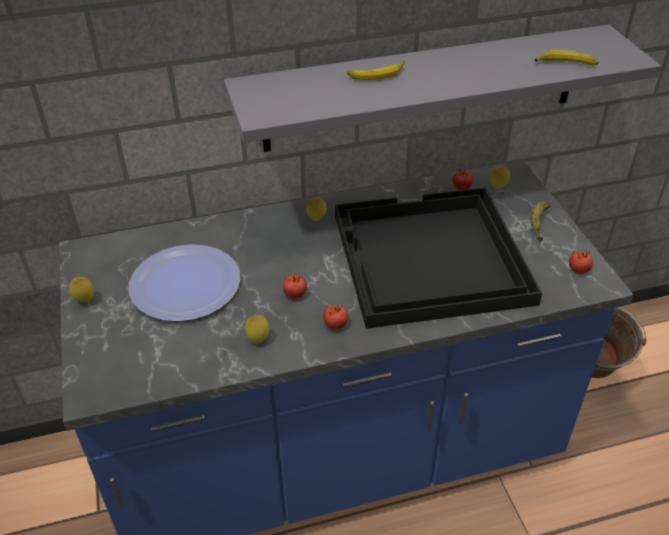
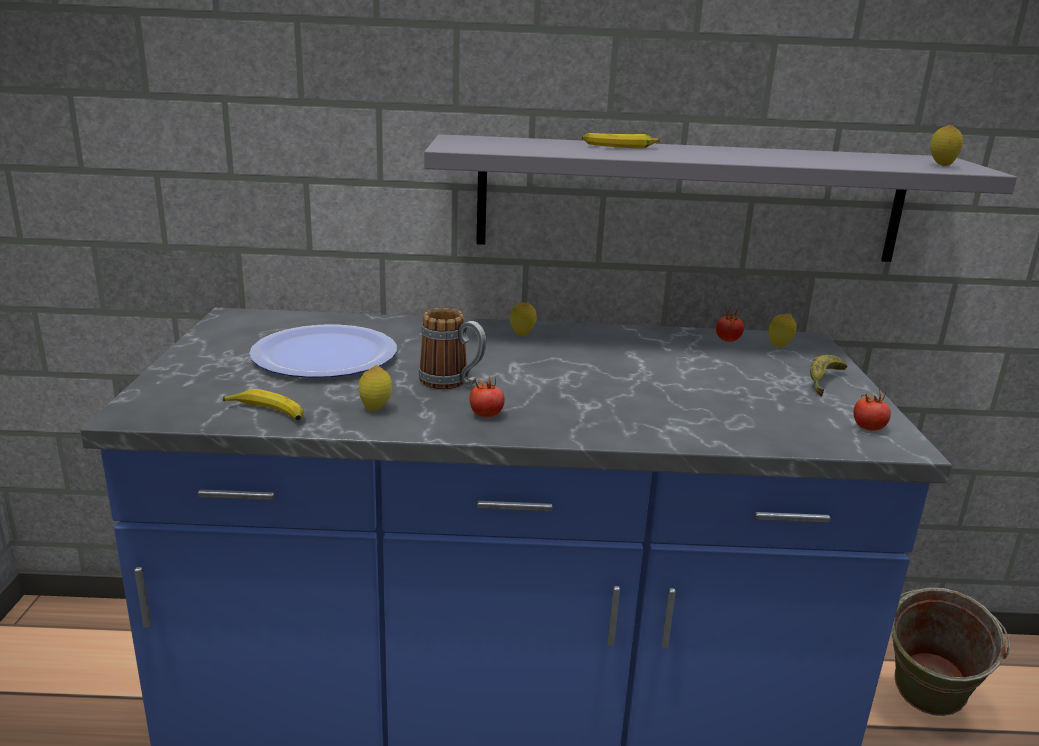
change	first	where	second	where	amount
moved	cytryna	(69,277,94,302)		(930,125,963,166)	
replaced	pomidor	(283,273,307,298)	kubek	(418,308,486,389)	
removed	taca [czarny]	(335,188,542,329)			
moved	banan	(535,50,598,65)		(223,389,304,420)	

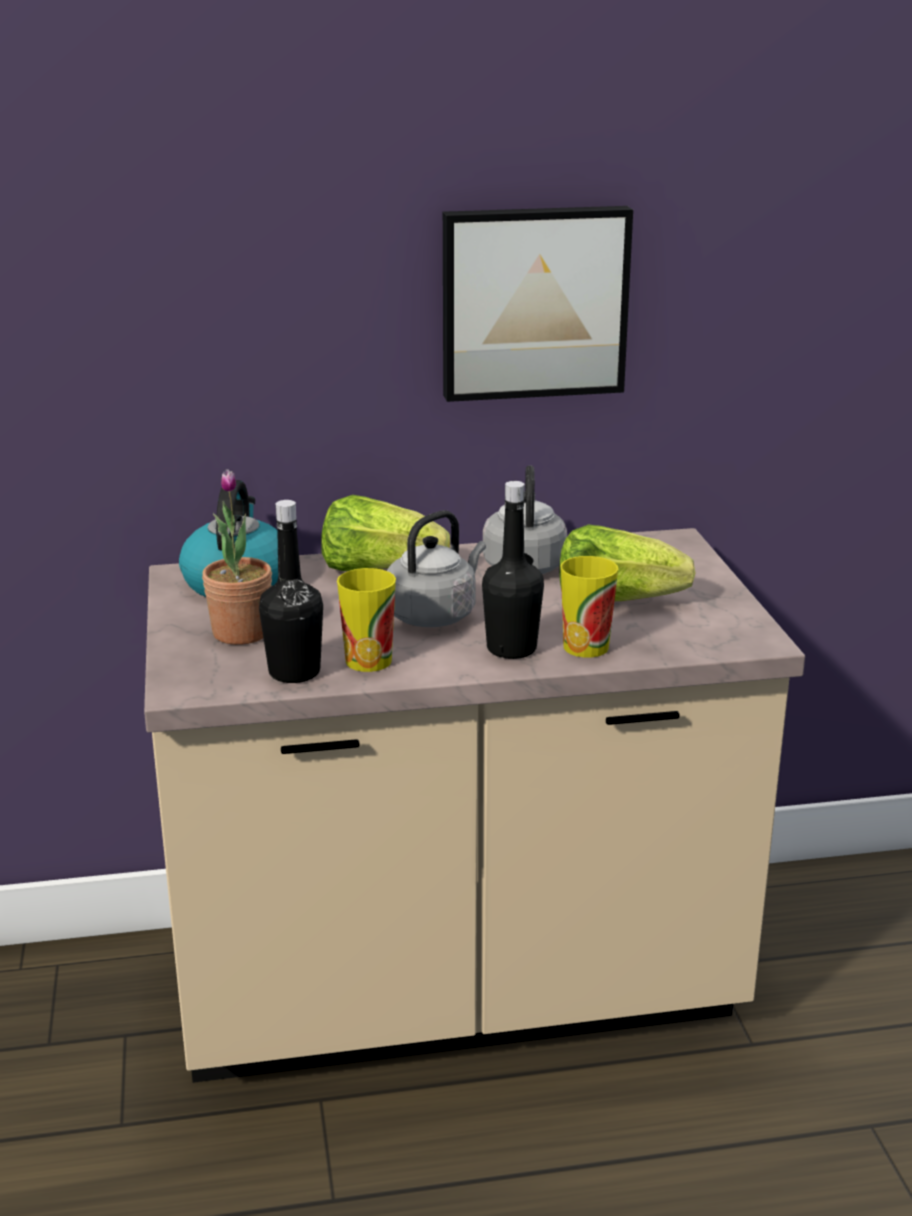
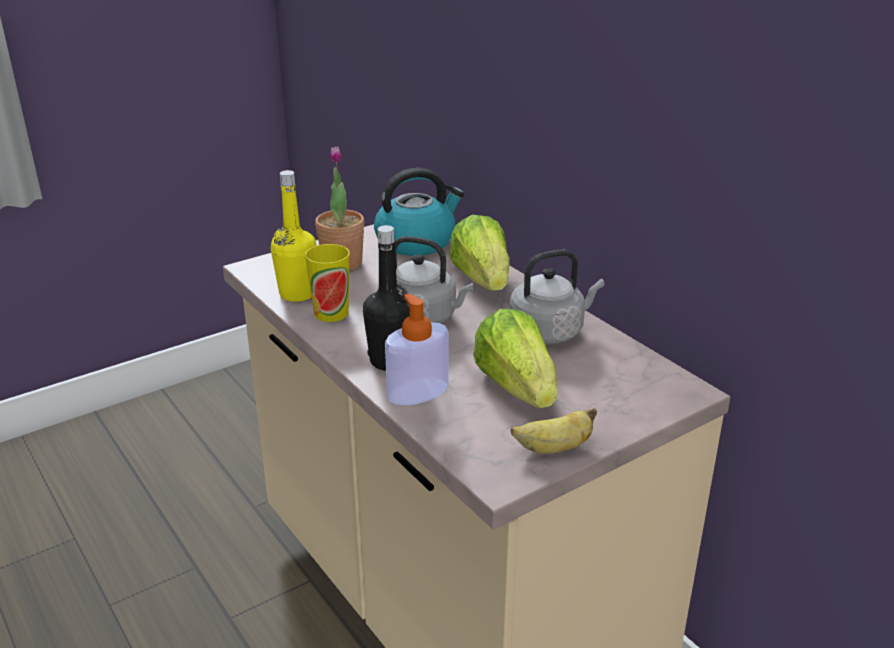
change	first	where	second	where	amount
recoloured	butelka [czarny]	(259,500,323,683)	butelka [żółty]	(271,170,317,302)	
removed	obraz	(443,206,633,402)			
replaced	filiżanka	(560,556,618,658)	dozownik mydła	(385,293,448,405)	
added			banan	(511,408,597,454)	

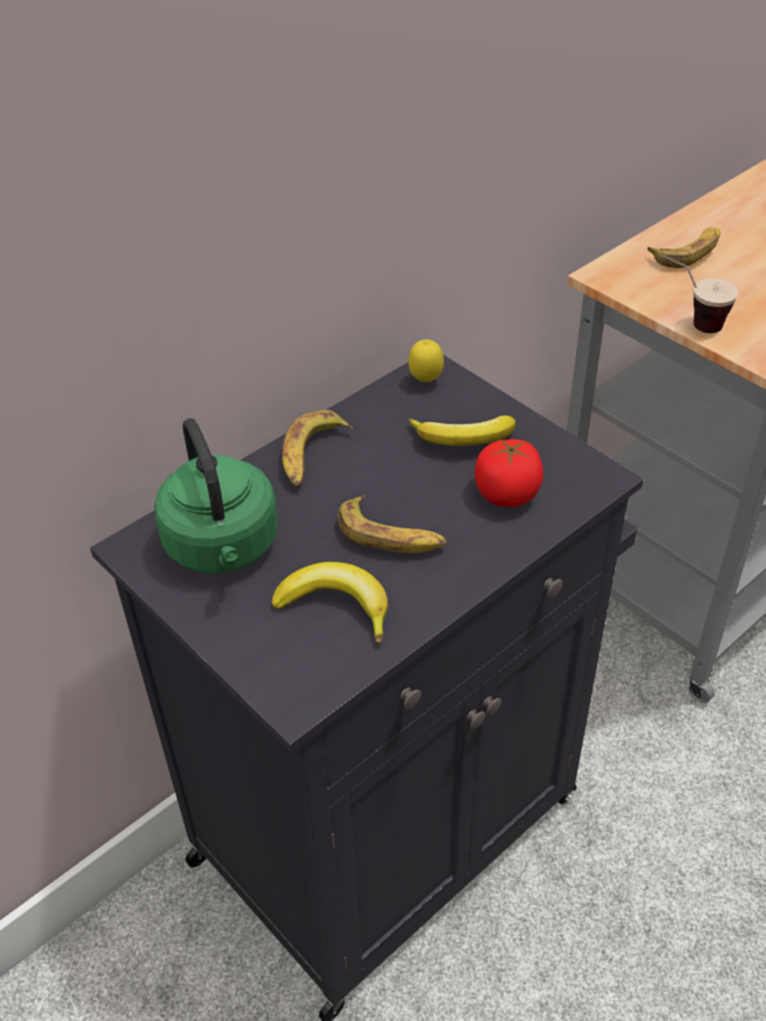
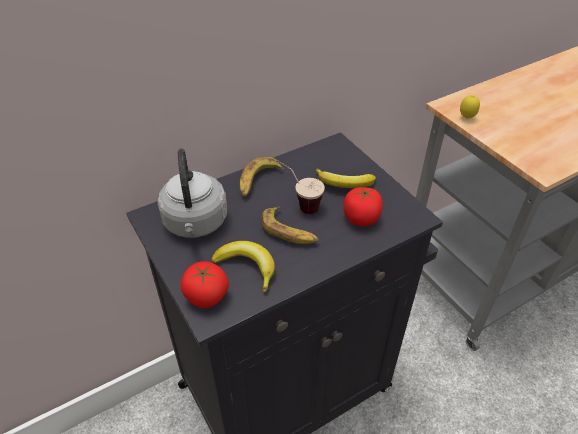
change	first	where	second	where	amount
recoloured	czajnik [zielony]	(154,418,278,574)	czajnik [szary]	(157,149,227,238)	
moved	cytryna	(408,339,444,382)		(460,95,480,119)	
removed	banan	(648,227,720,268)			
moved	filiżanka	(661,255,738,333)		(276,160,325,214)	
added			pomidor	(180,261,229,308)	

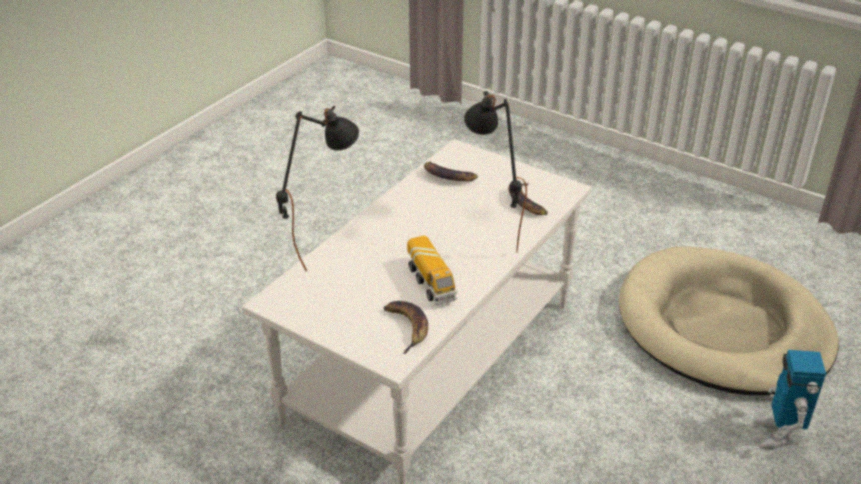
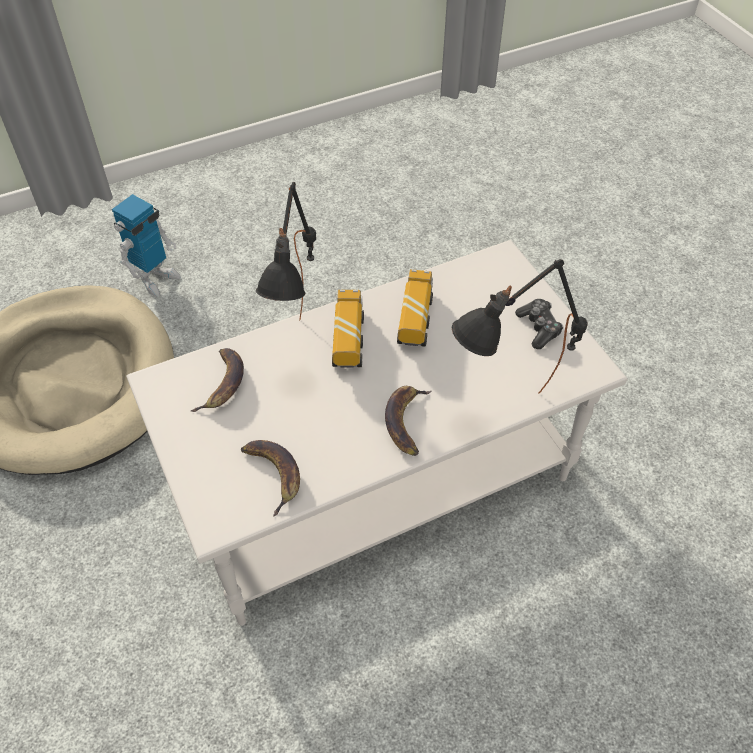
change	first	where	second	where	amount
moved	banan	(384,301,428,354)		(385,386,431,456)	
added			ciężarówka zabawkowa	(332,290,364,368)	
added			pad do gier	(515,299,564,349)	

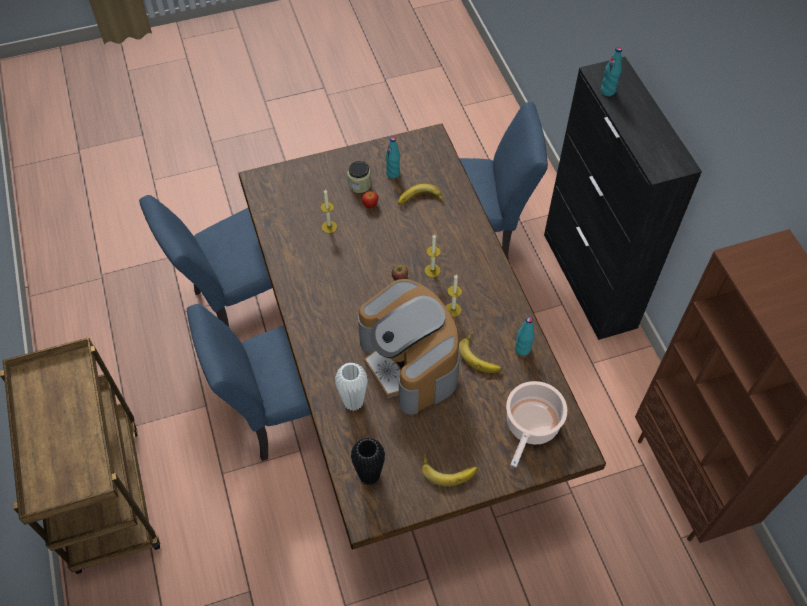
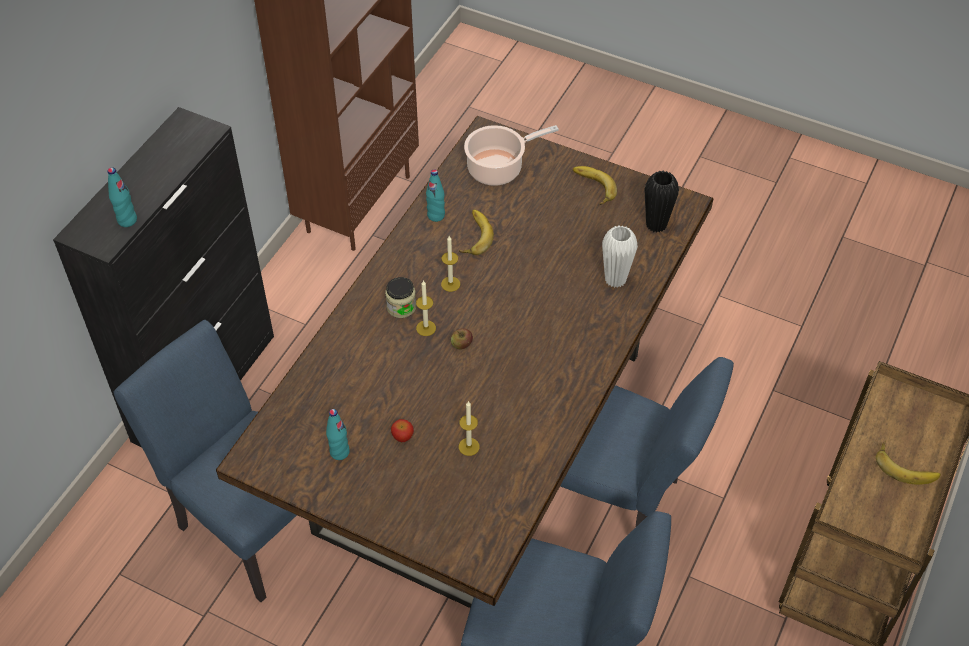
change	first	where	second	where	amount
moved	słoik	(347,161,371,193)		(385,277,416,318)	
removed	ekspres do kawy	(358,279,460,414)			
moved	banan	(398,184,443,205)		(876,441,941,485)	

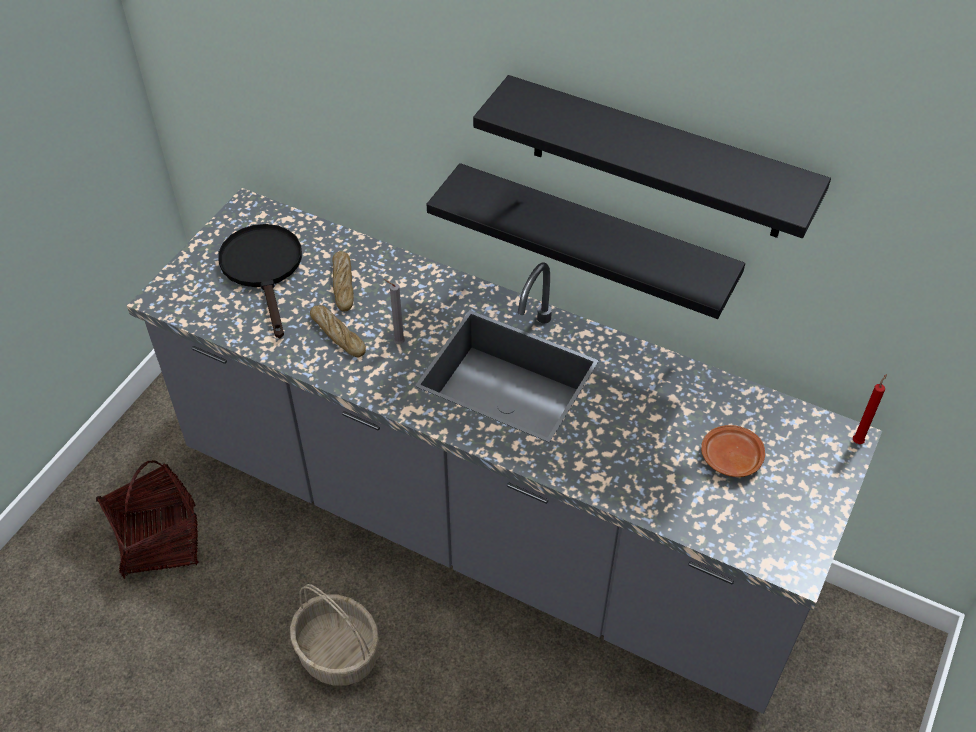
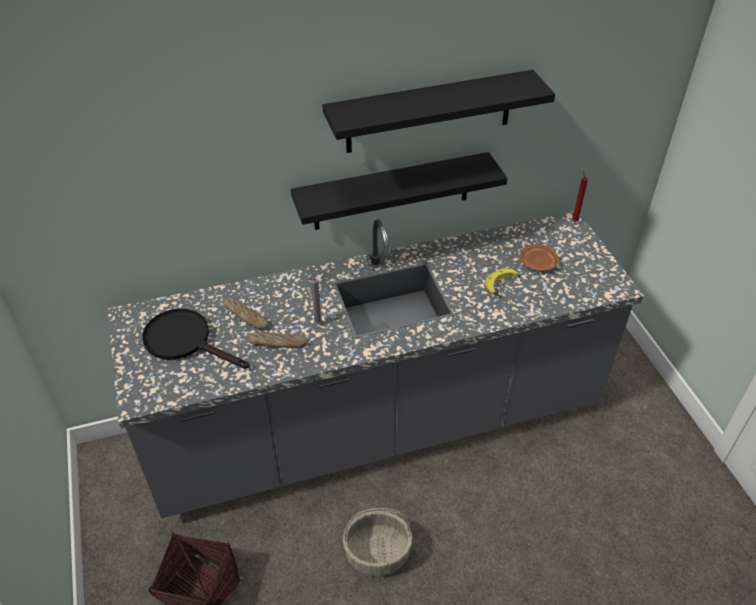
change	first	where	second	where	amount
added			banan	(485,268,520,297)	

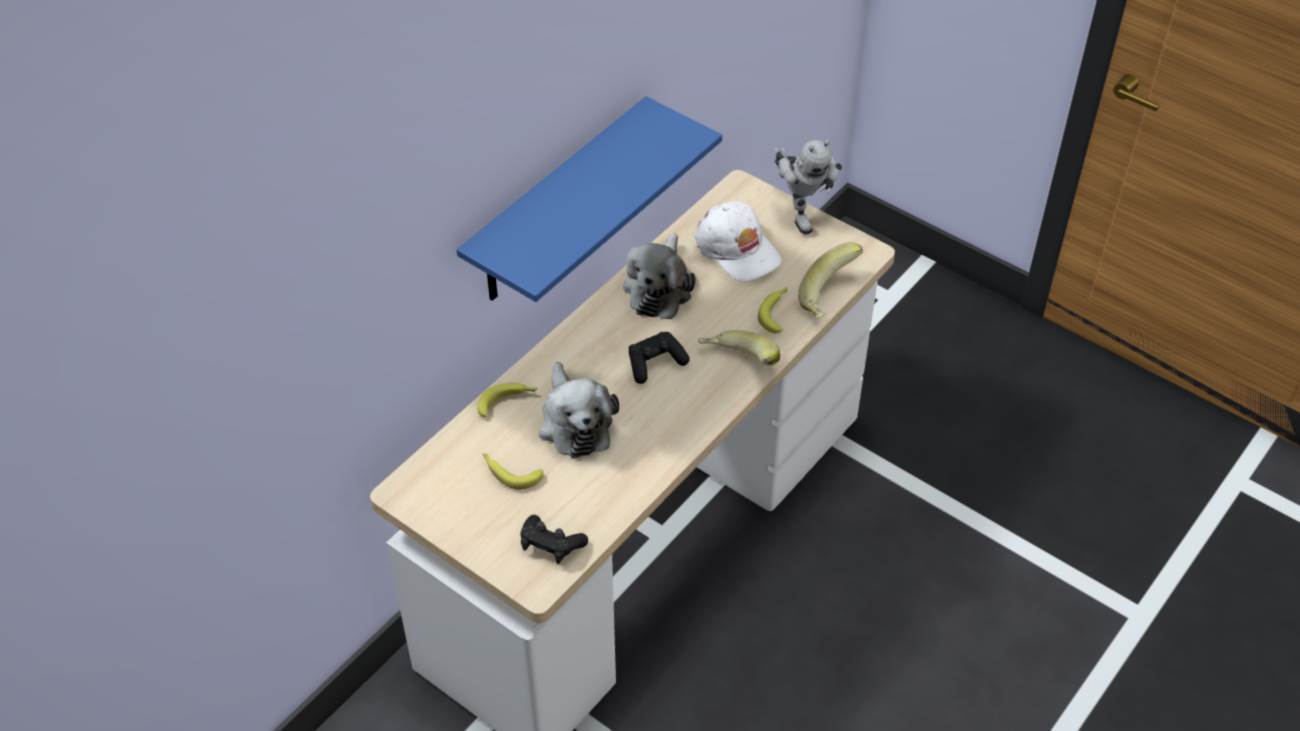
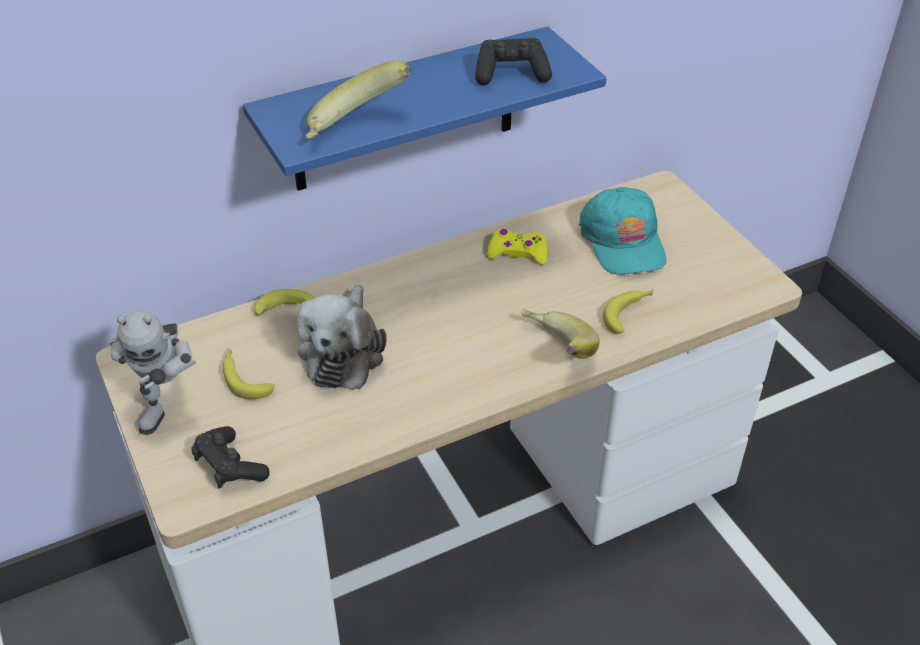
change	first	where	second	where	amount
replaced	pluszak	(623,233,696,319)	pad do gier [żółty]	(487,229,547,265)	
moved	pad do gier [czarny]	(629,332,690,384)		(475,37,552,85)	
recoloured	czapka z daszkiem [biały]	(695,201,781,282)	czapka z daszkiem [turkusowy]	(579,187,666,275)	
moved	robot zabawkowy	(775,139,842,234)		(109,308,196,435)	
moved	banan	(798,242,863,319)		(305,60,411,139)	

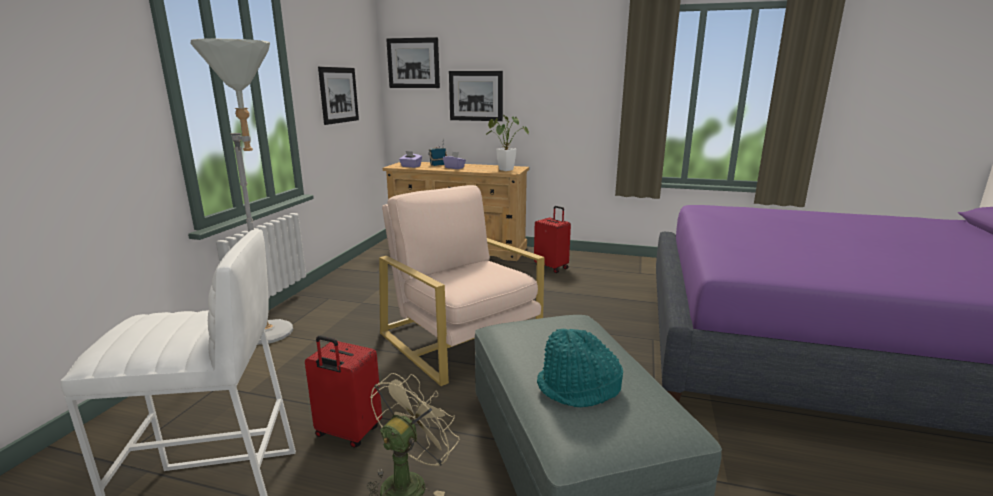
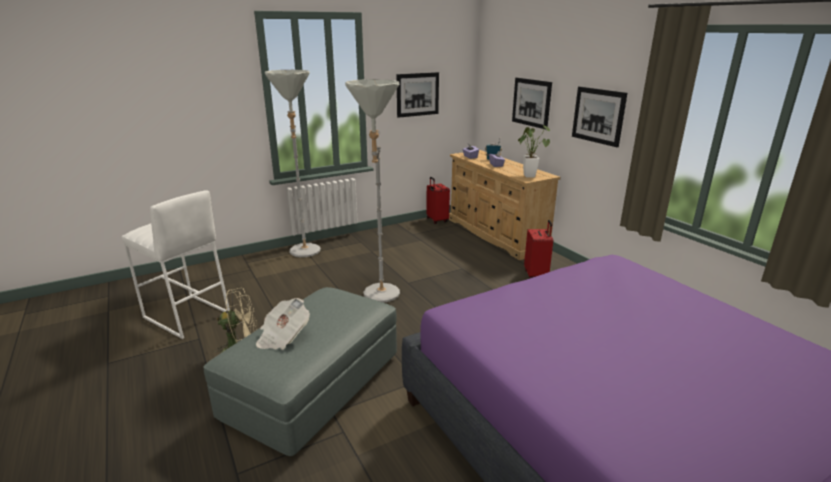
change	first	where	second	where	amount
moved	walizka [czerwony]	(305,336,382,448)		(426,177,450,224)	
replaced	fotel [beżowy]	(379,185,545,386)	lampa stojąca [szary]	(345,79,400,302)	
moved	obraz	(386,37,440,88)		(572,86,627,147)	
replaced	kapelusz [turkusowy]	(537,329,623,407)	gazeta	(256,298,310,350)	

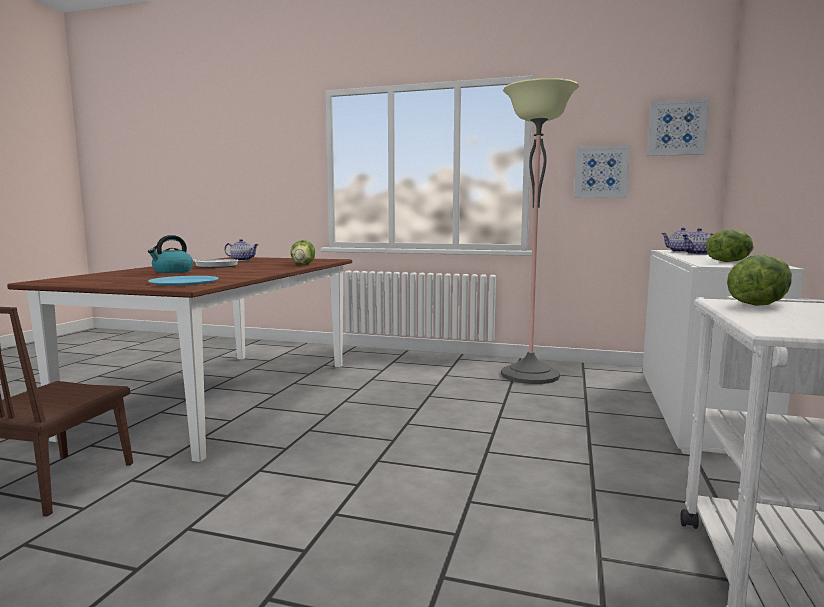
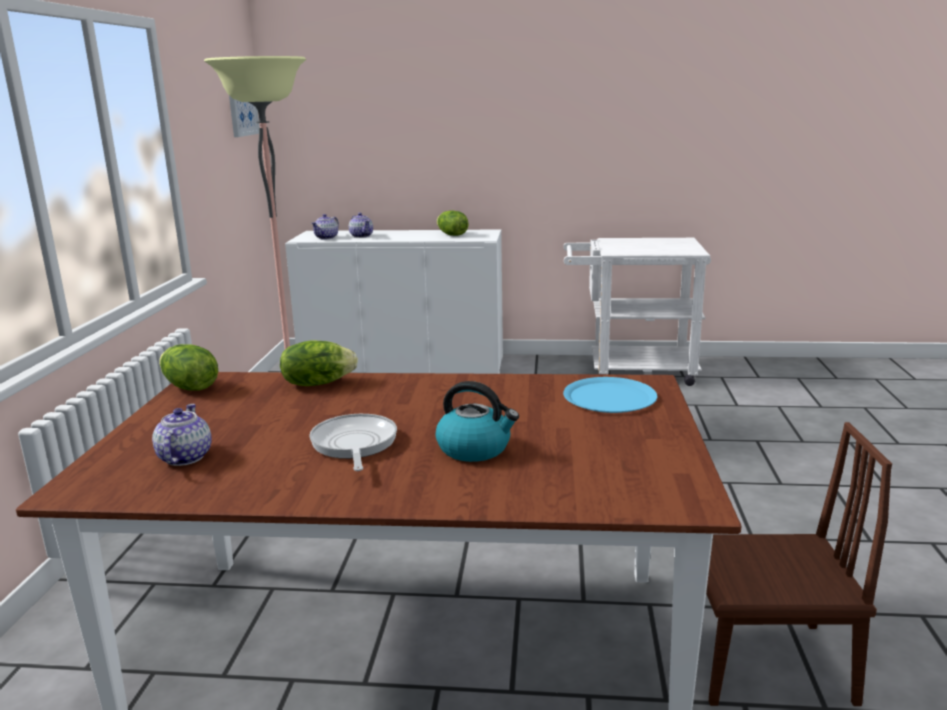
change	first	where	second	where	amount
removed	obraz	(574,145,630,198)			
moved	sałata	(727,255,792,306)		(159,344,218,391)	

